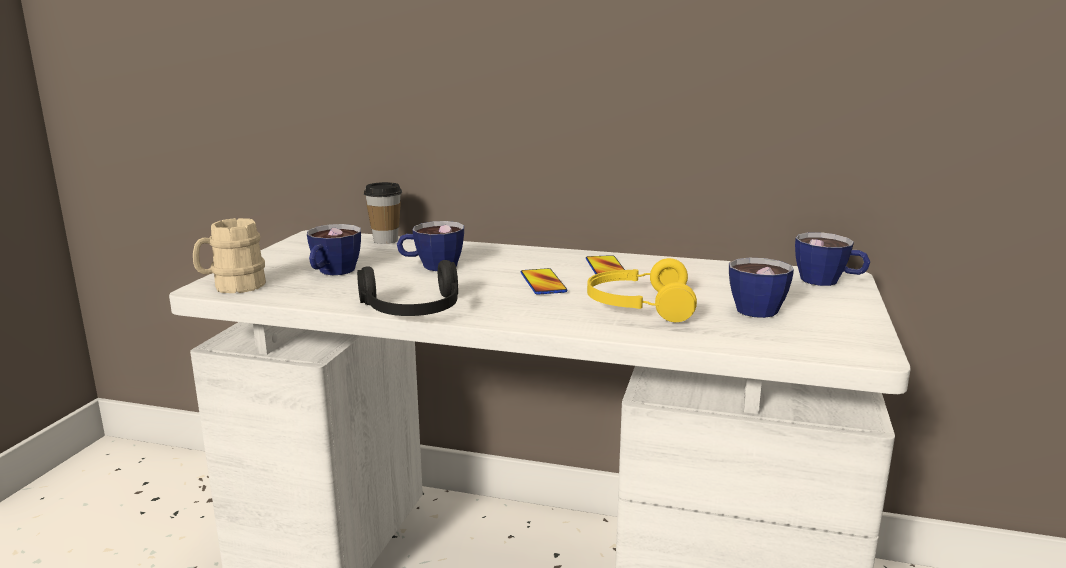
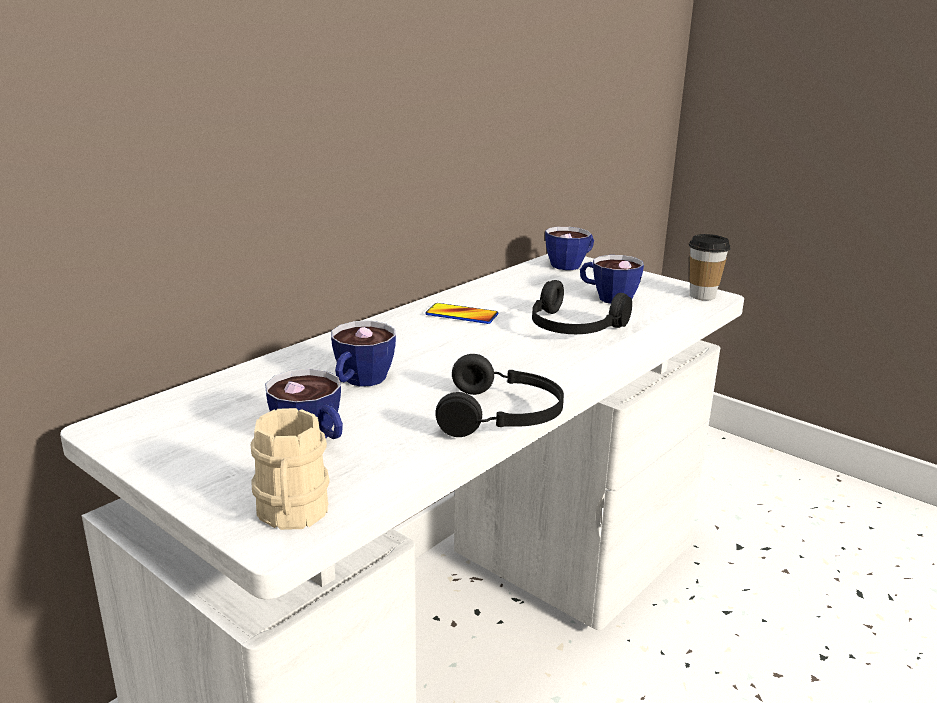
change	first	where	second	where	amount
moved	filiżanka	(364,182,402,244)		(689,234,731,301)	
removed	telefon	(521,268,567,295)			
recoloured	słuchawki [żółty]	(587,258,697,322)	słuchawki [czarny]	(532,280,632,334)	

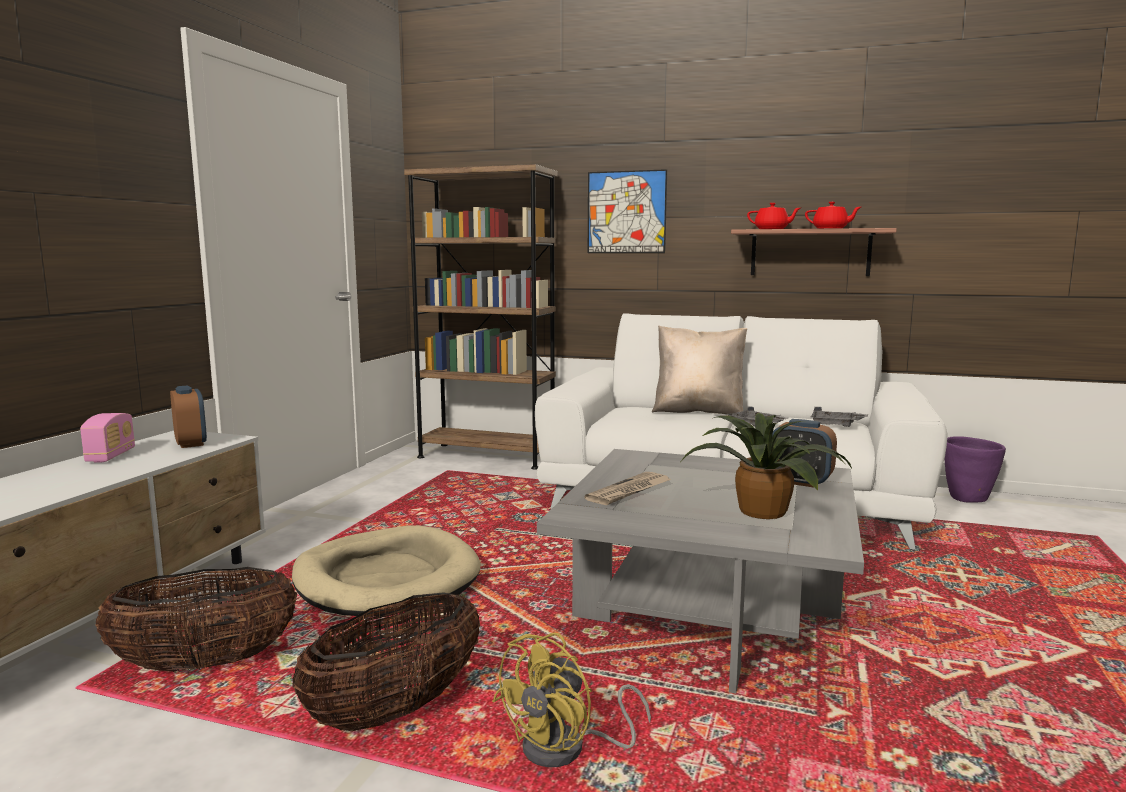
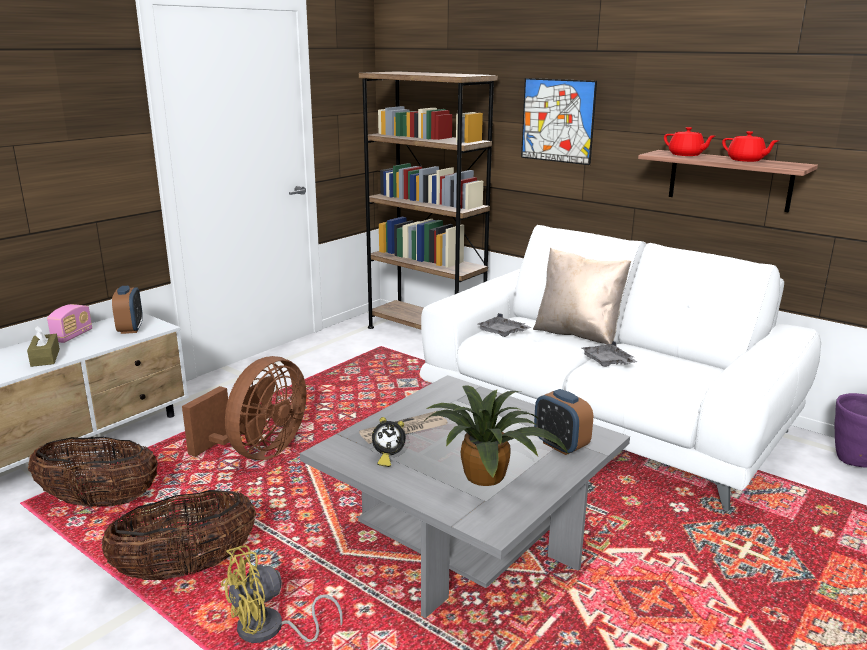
change	first	where	second	where	amount
replaced	legowisko [beżowy]	(292,525,481,617)	wentylator [brązowy]	(182,356,306,460)	
moved	taca [szary]	(811,407,868,427)		(478,313,531,337)	
added			pudełko chusteczek [brązowy]	(27,326,60,367)	
added			budzik	(372,417,406,467)	

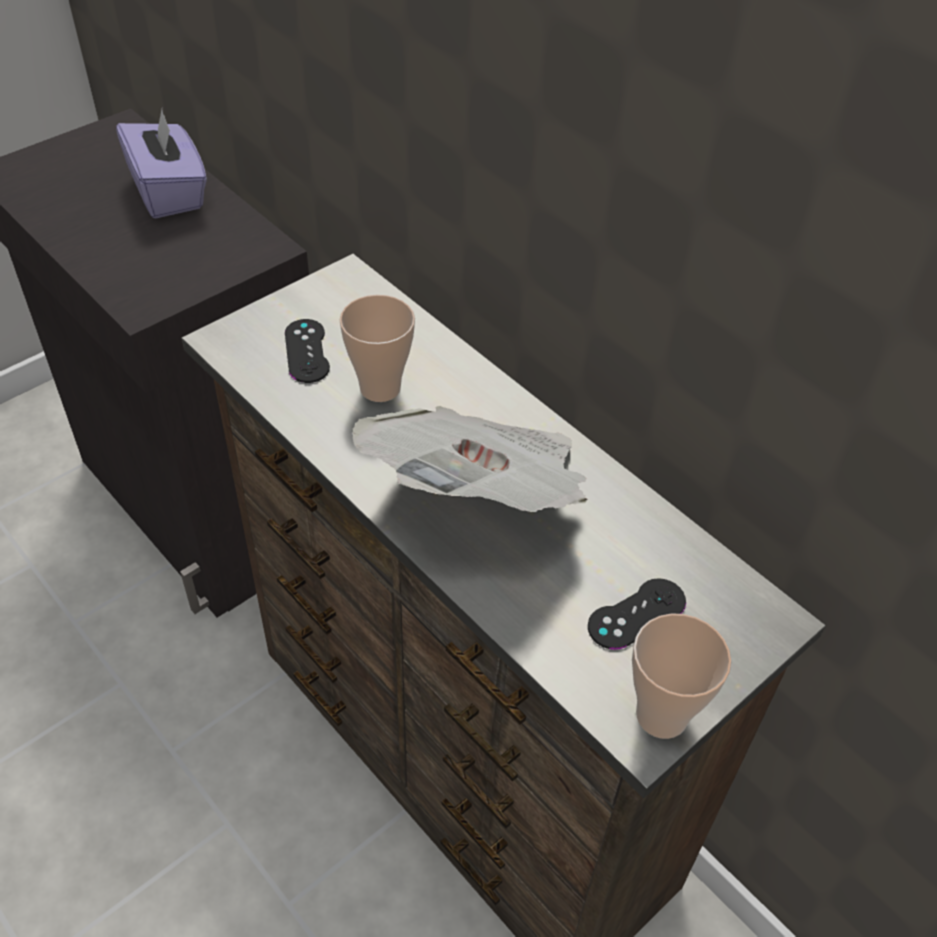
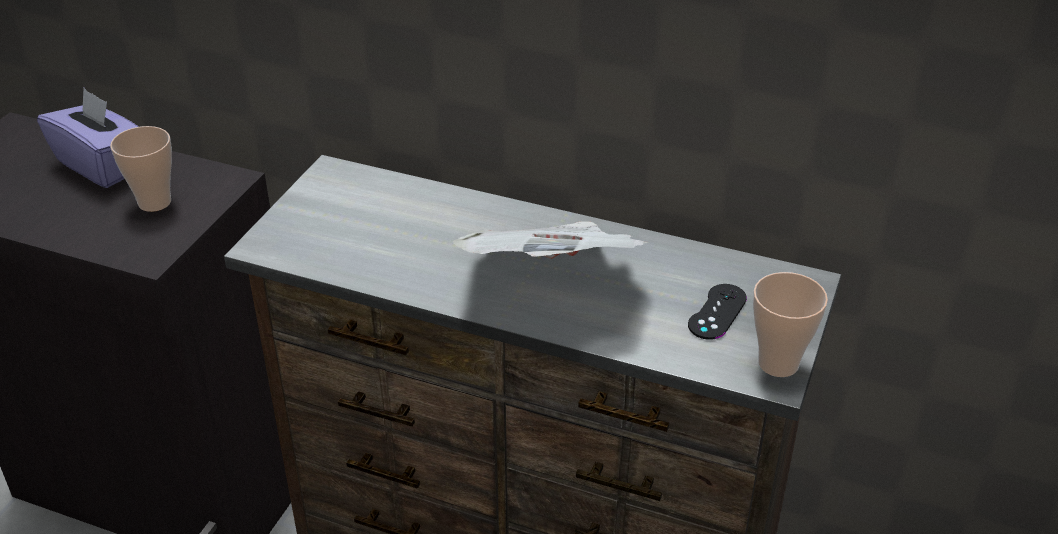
change	first	where	second	where	amount
removed	pad do gier [czarny]	(285,319,330,383)			
moved	filiżanka	(339,295,415,402)		(110,126,172,212)	

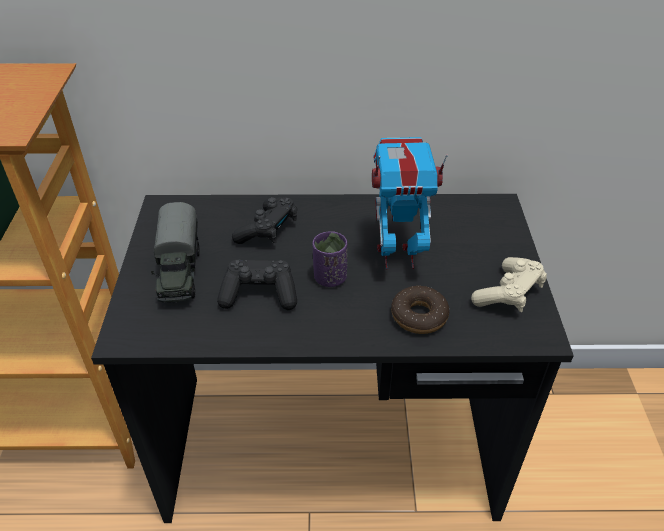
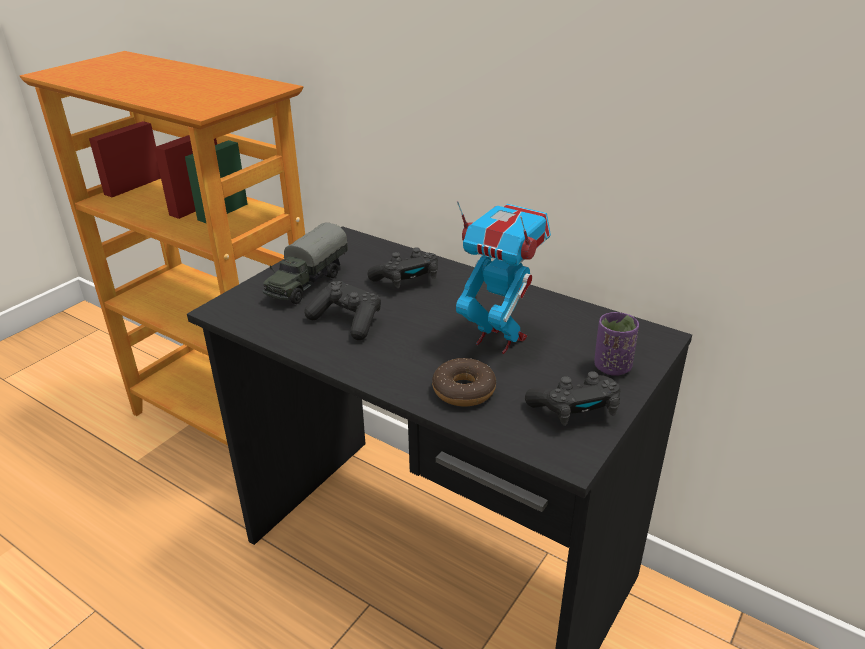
change	first	where	second	where	amount
moved	filiżanka [fioletowy]	(313,231,347,287)		(594,312,639,376)	
recoloured	pad do gier [beżowy]	(471,257,547,312)	pad do gier [czarny]	(525,371,620,426)	

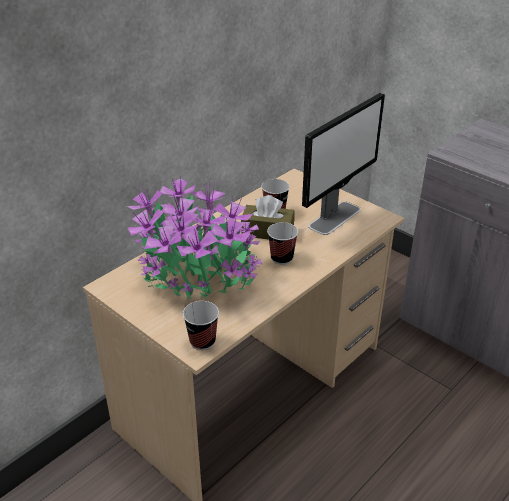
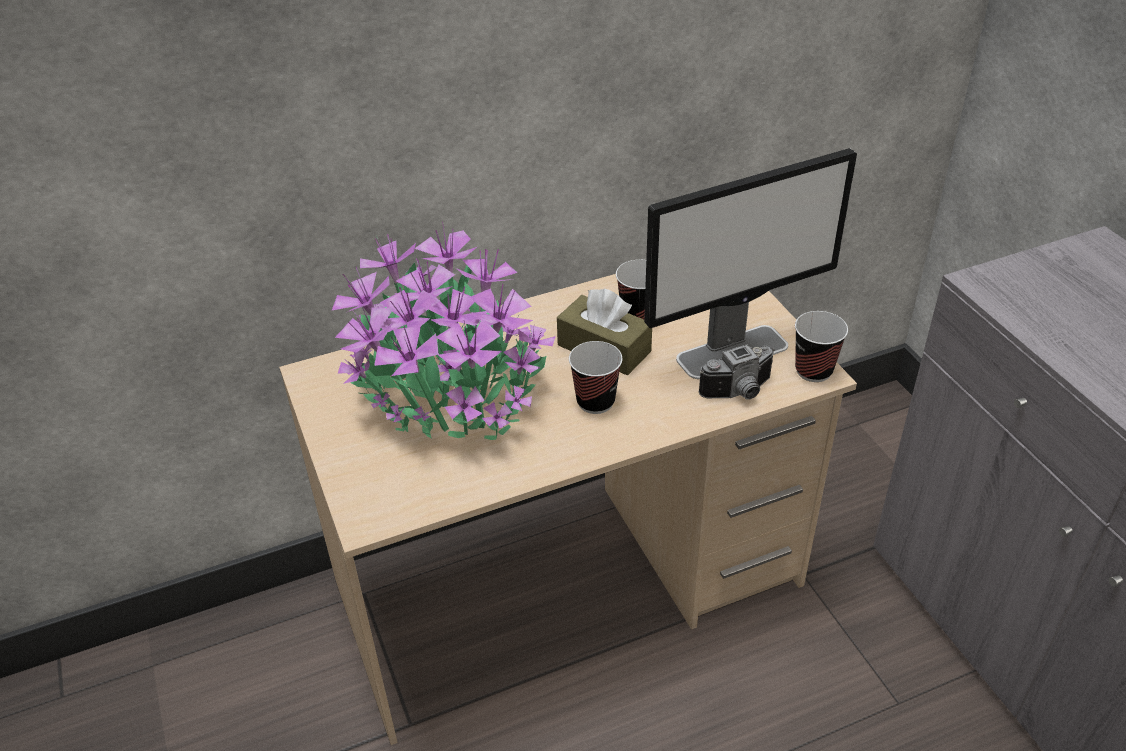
change	first	where	second	where	amount
moved	filiżanka	(183,301,219,350)		(795,311,848,382)	
added			aparat fotograficzny	(699,344,774,399)	

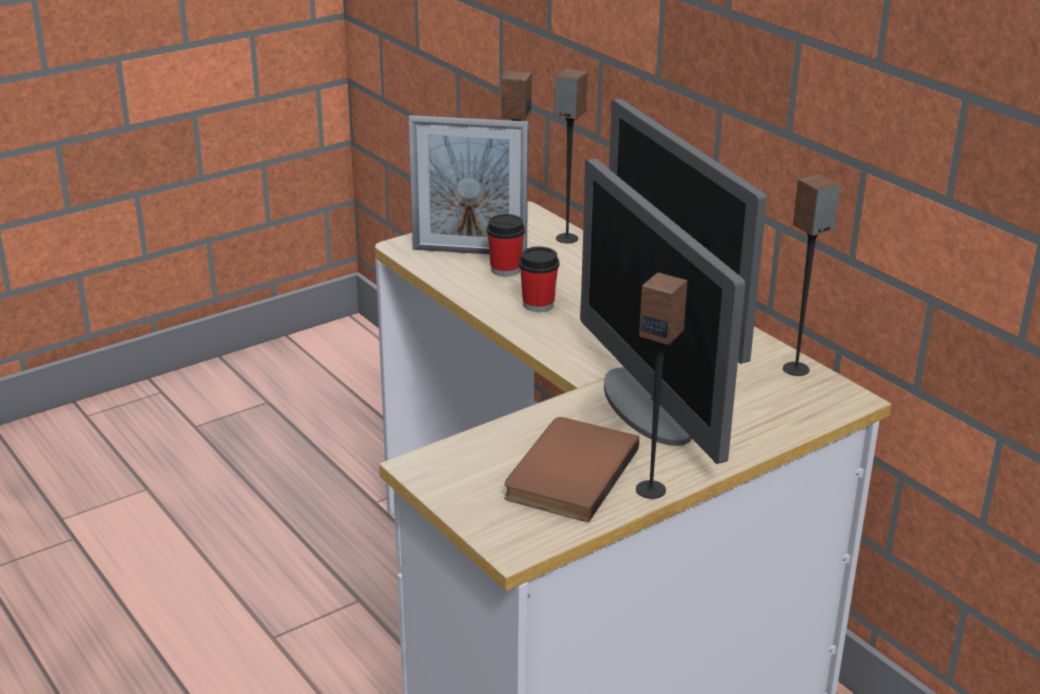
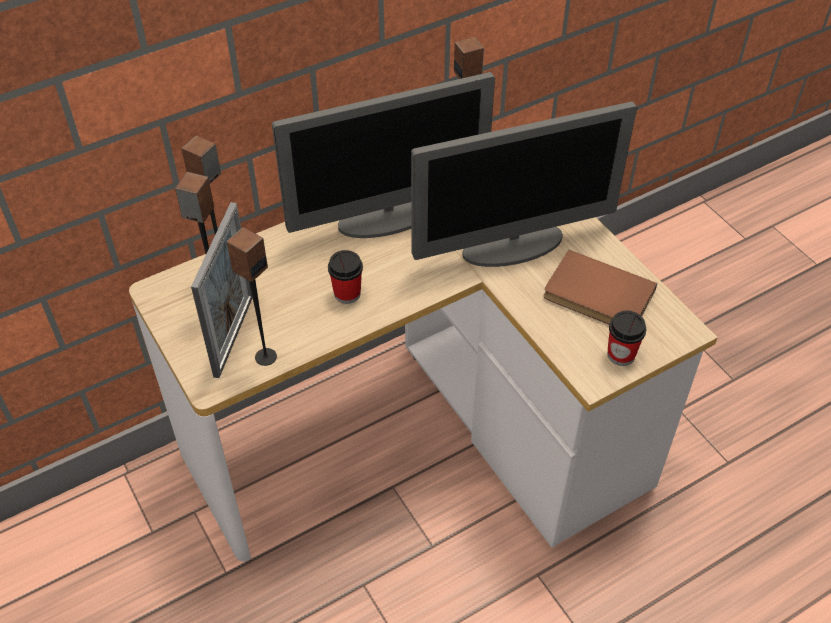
change	first	where	second	where	amount
moved	filiżanka	(487,214,525,277)		(607,310,646,366)	
moved	głośnik	(636,273,687,499)		(226,227,277,366)	

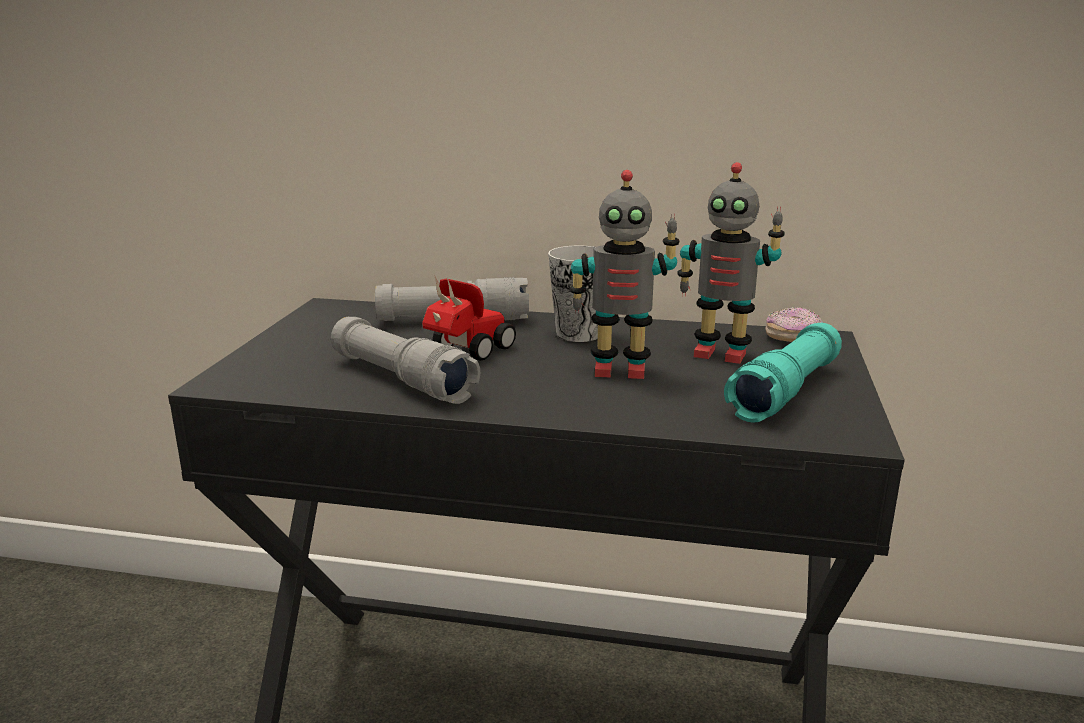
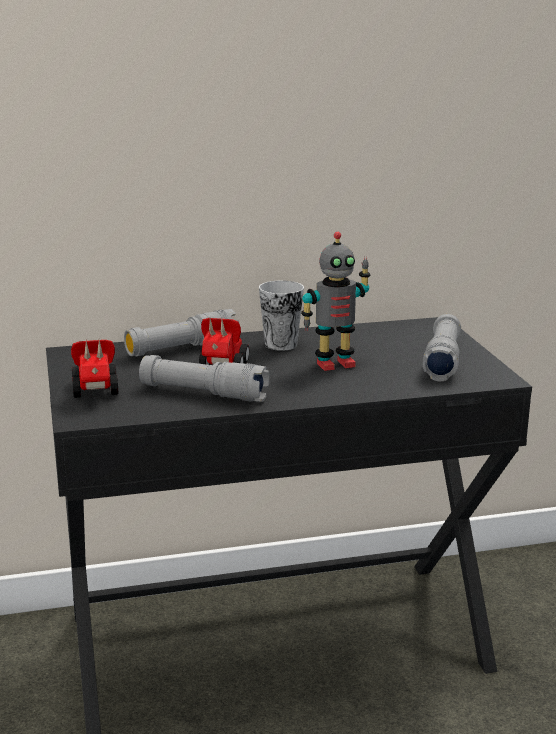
change	first	where	second	where	amount
removed	robot zabawkowy	(677,162,785,364)			
recoloured	latarka [turkusowy]	(724,323,842,423)	latarka [szary]	(423,314,461,381)	
removed	donut	(765,307,823,342)			
added			samochodzik	(71,340,118,398)	

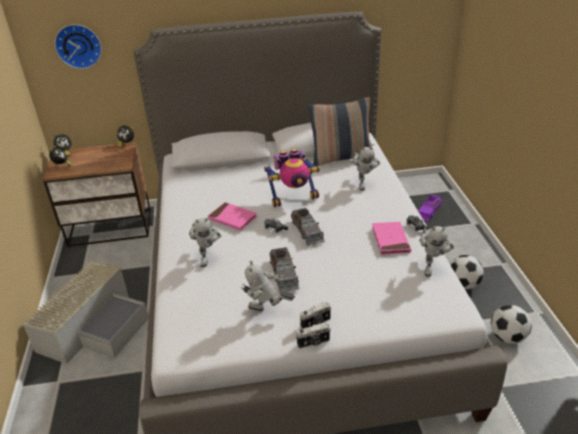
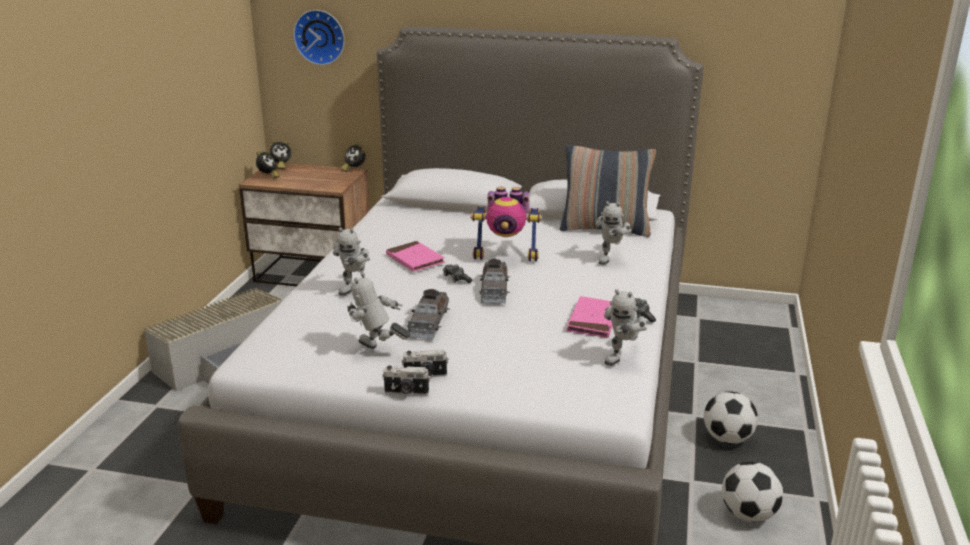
change	first	where	second	where	amount
removed	samochodzik [fioletowy]	(418,194,442,222)			

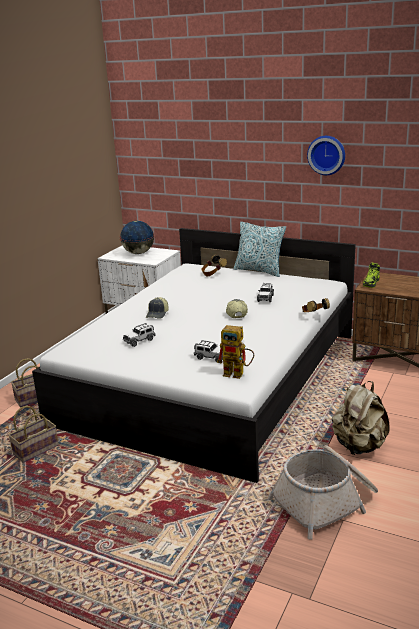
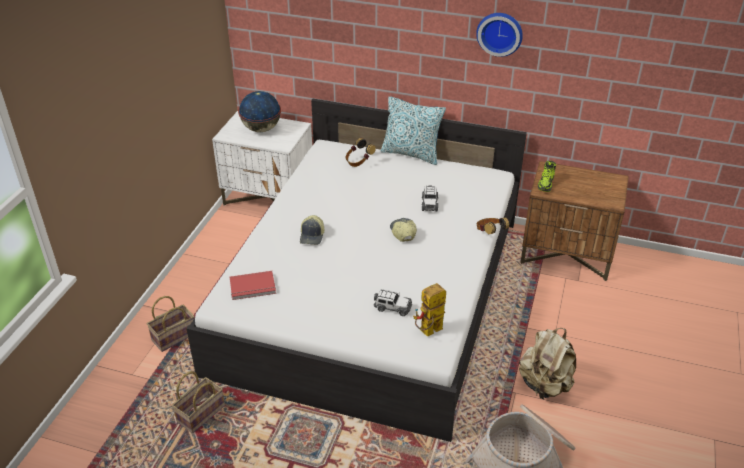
change	first	where	second	where	amount
removed	samochodzik	(123,323,156,347)			
turned	robot zabawkowy	(217,325,254,379)		(413,283,446,337)	135 degrees clockwise
added			książka [czerwony]	(230,271,276,300)	

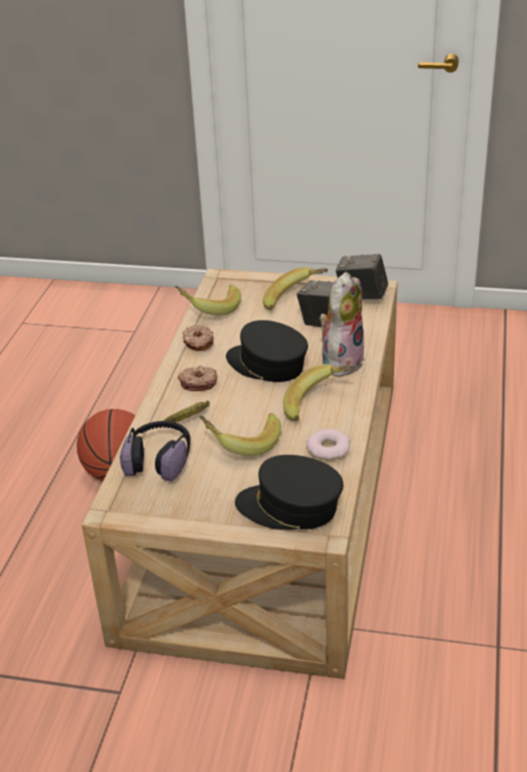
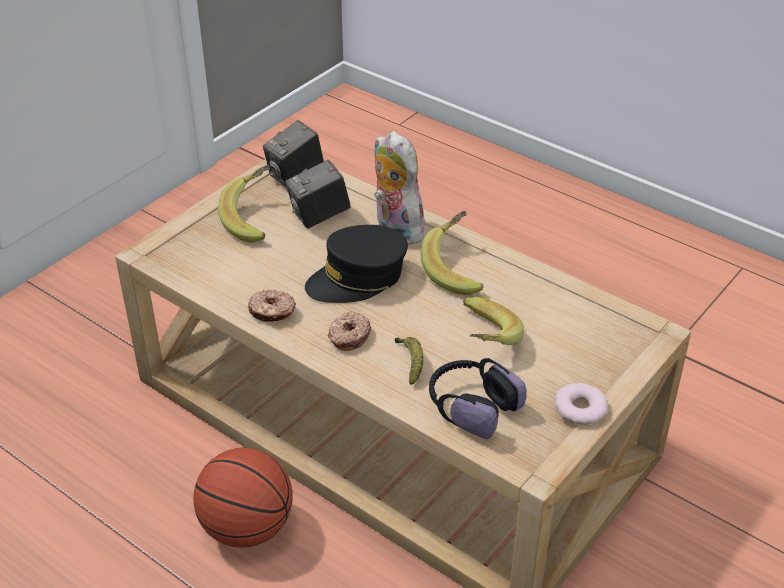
change	first	where	second	where	amount
removed	banan	(174,285,241,315)			
removed	czapka z daszkiem [czarny]	(235,455,343,530)			
moved	donut	(307,429,351,460)		(555,383,608,425)	

